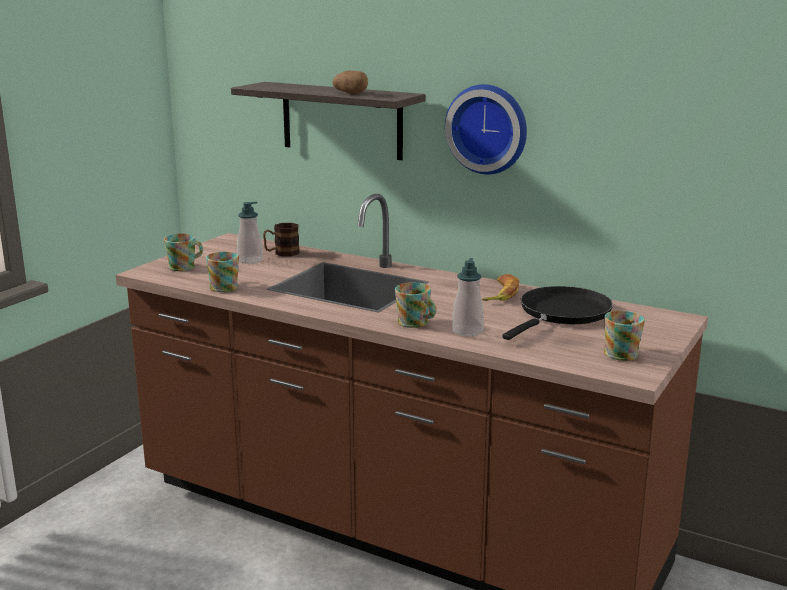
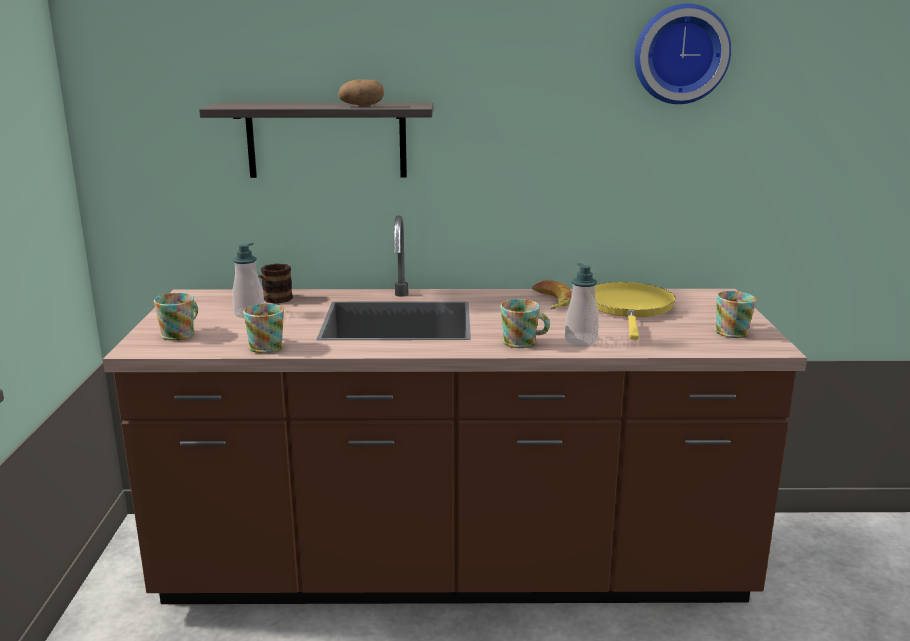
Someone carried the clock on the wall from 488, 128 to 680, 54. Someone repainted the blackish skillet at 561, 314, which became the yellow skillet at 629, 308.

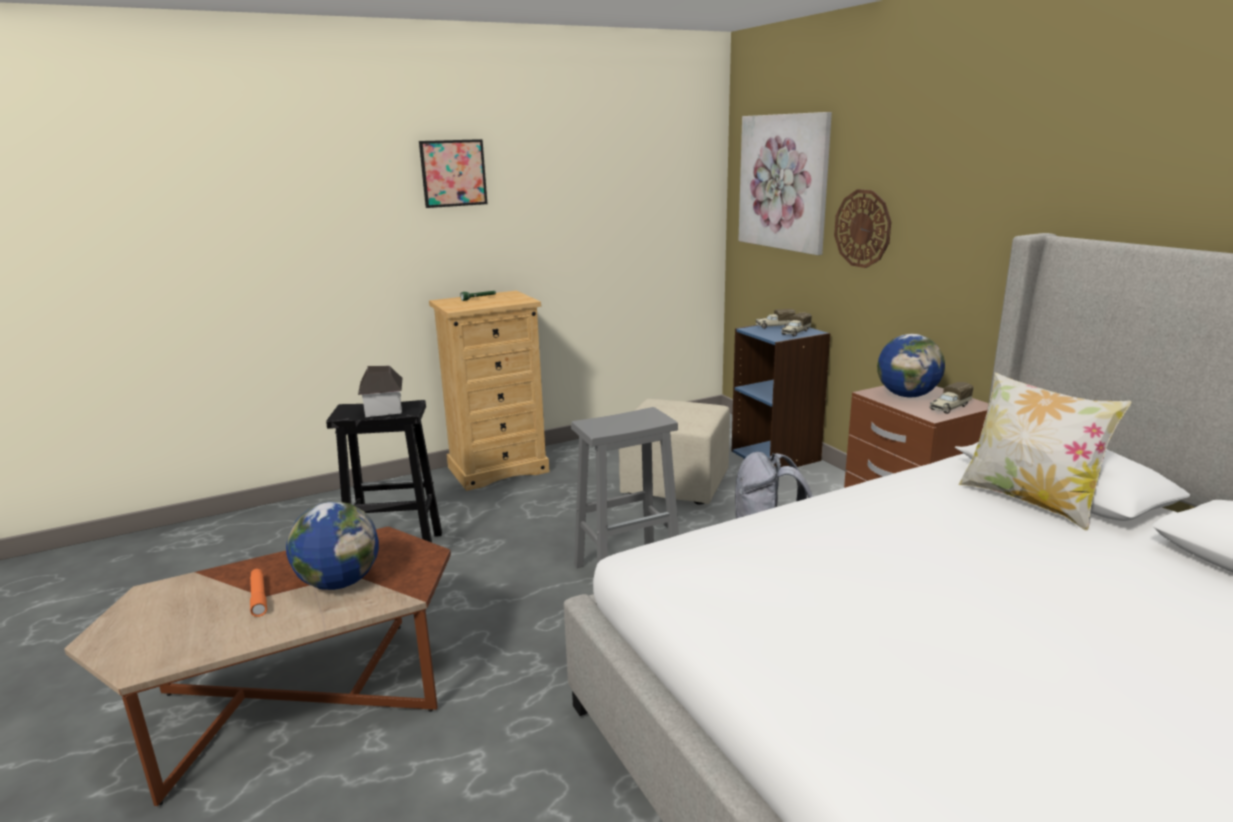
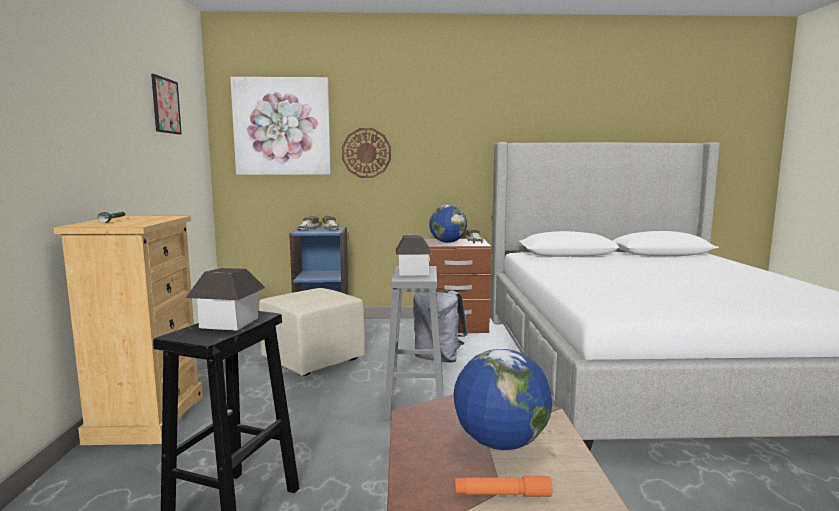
Someone carried the wall art from 453, 173 to 166, 105. Someone took away the throw pillow at 1029, 500. Someone put down the miniature house at 413, 272.

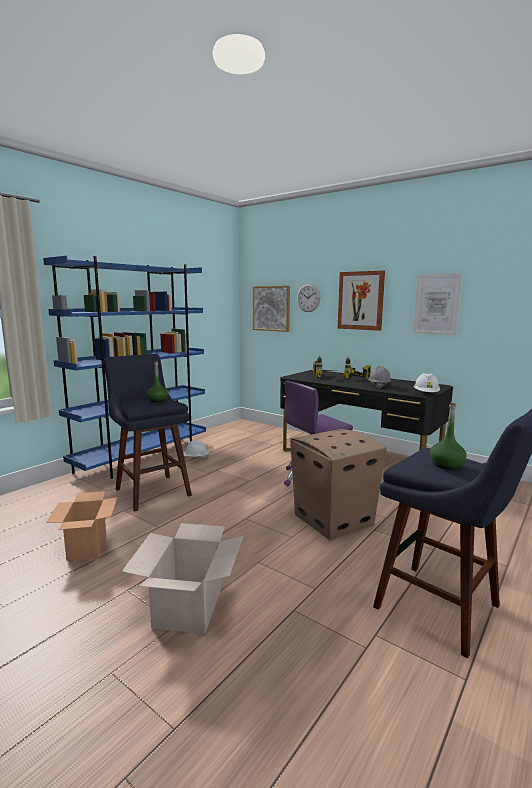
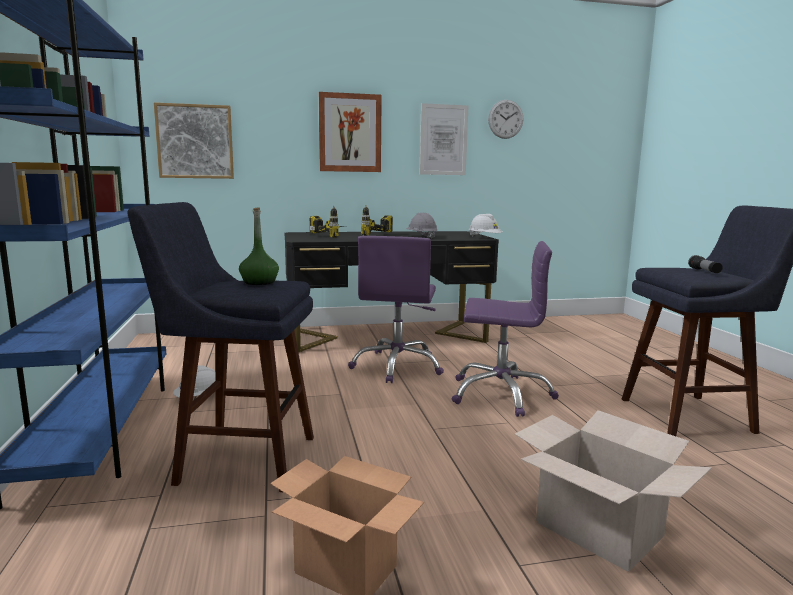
Someone swapped the cardboard box at 332, 520 for the purple office chair at 500, 394. Someone carried the clock on the wall from 308, 298 to 505, 119. Someone swapped the green beverage bottle at 447, 465 for the flashlight at 704, 271.

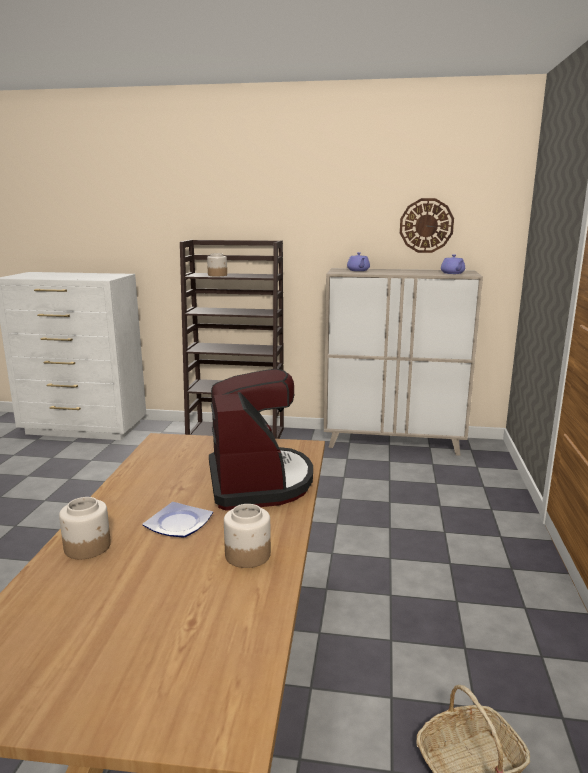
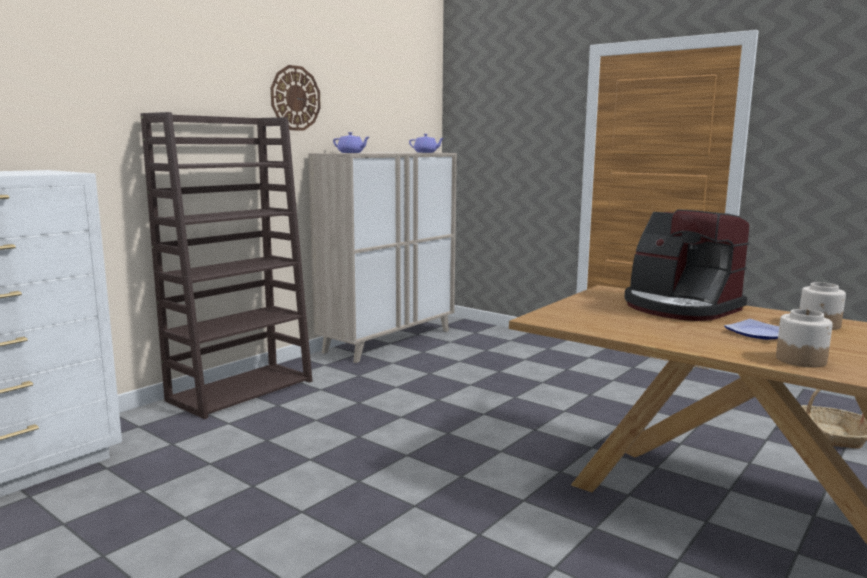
Someone took away the preserve jar at 217, 275. Someone rotated the coffee brewer at 259, 482 by 150 degrees counterclockwise. Someone carried the clock on the wall from 426, 225 to 295, 98.

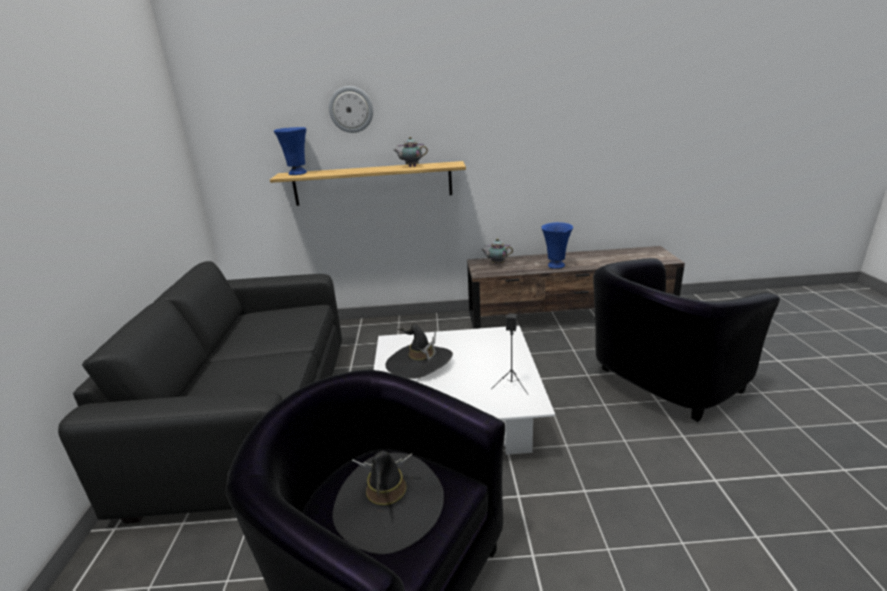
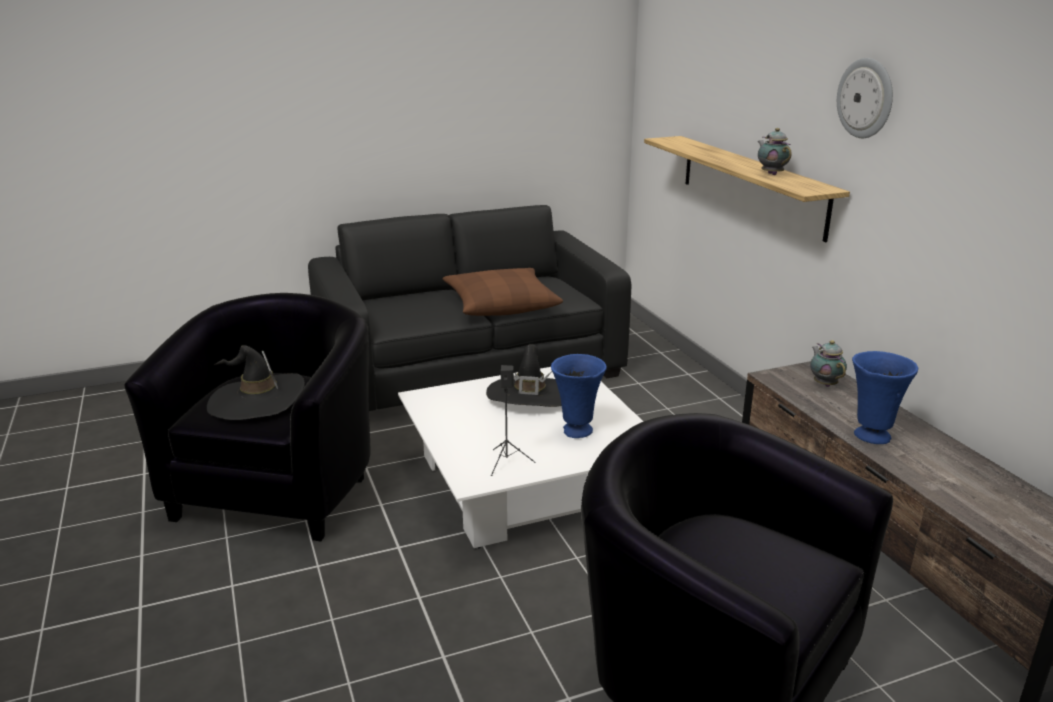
Someone carried the bluish flower vase from 298, 173 to 576, 431. Someone carried the clock on the wall from 351, 109 to 866, 98. Someone put down the brown throw pillow at 501, 304.

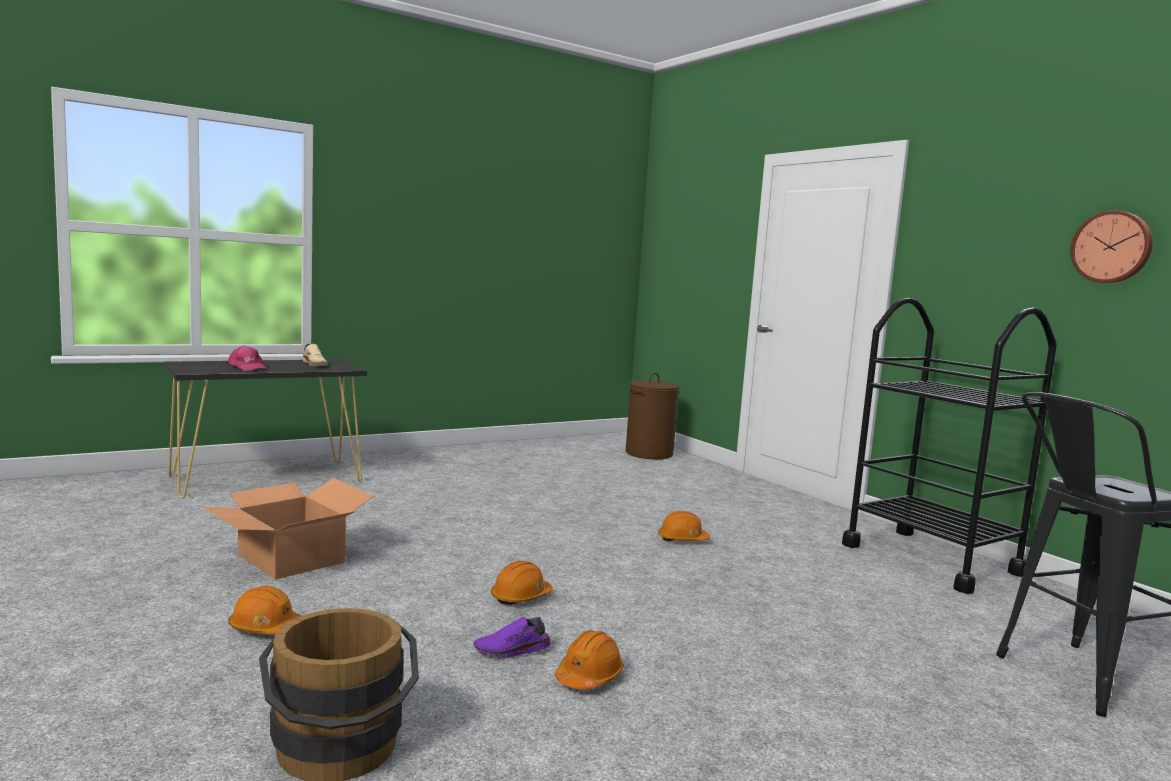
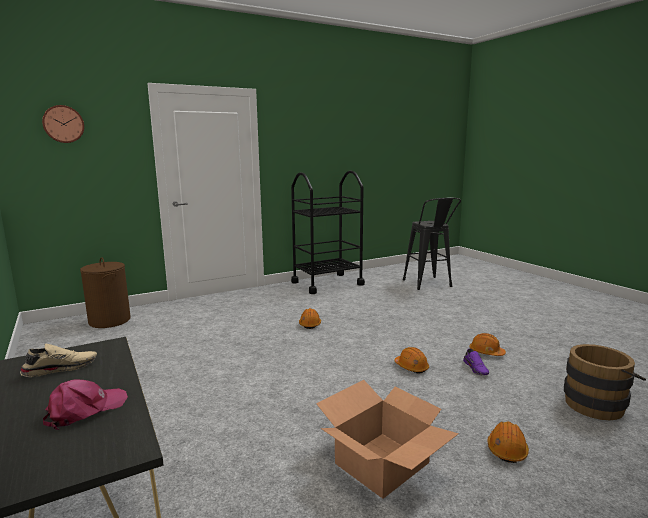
Someone carried the clock on the wall from 1112, 247 to 63, 124.

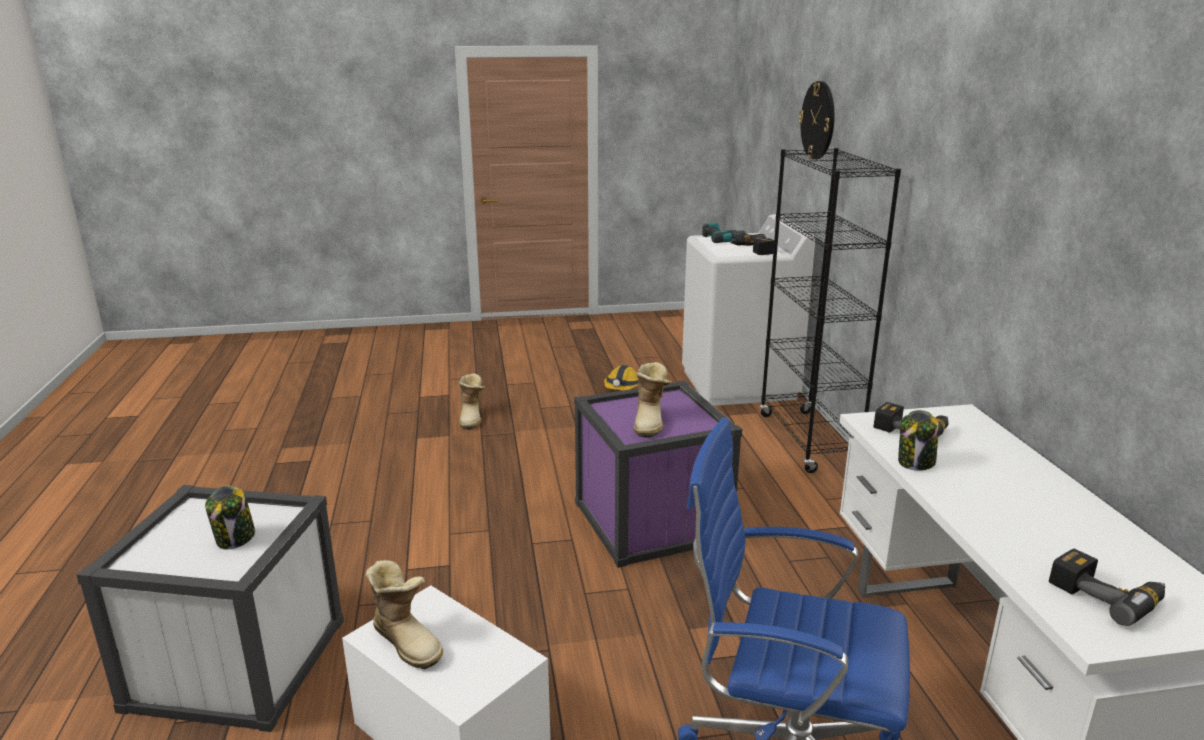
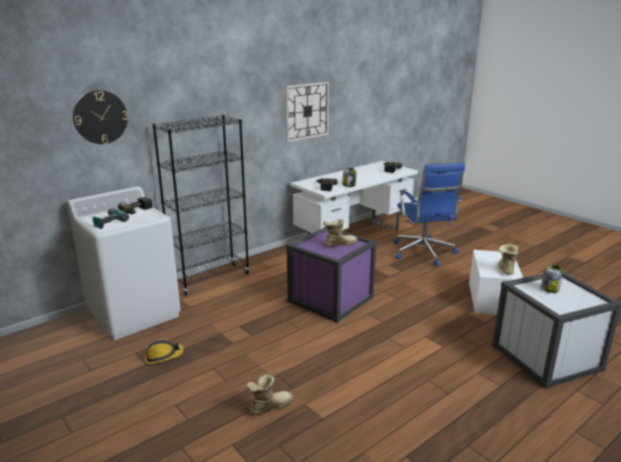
Someone put up the clock on the wall at 307, 111.

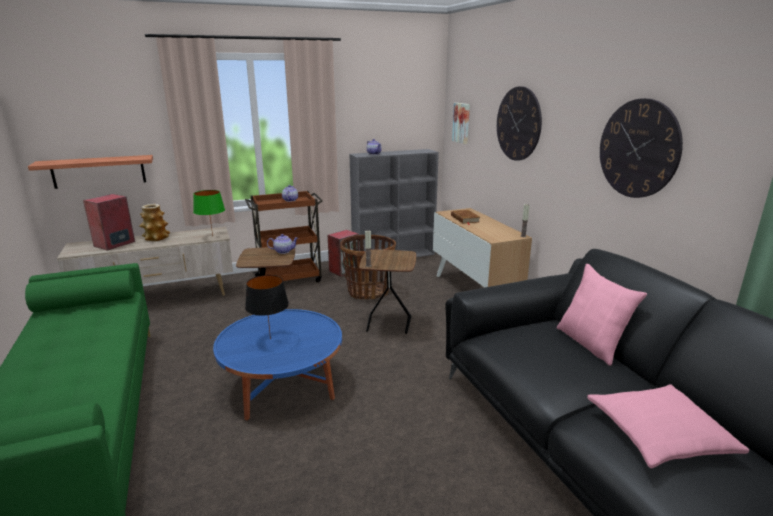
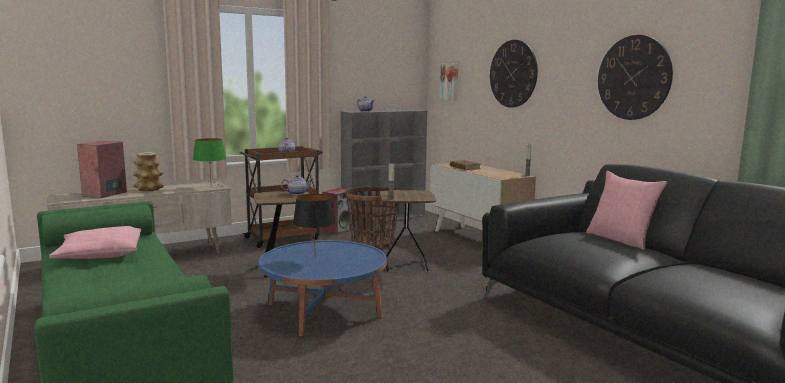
Someone took away the bracket shelf at 99, 171. Someone carried the pink throw pillow from 658, 434 to 99, 253.

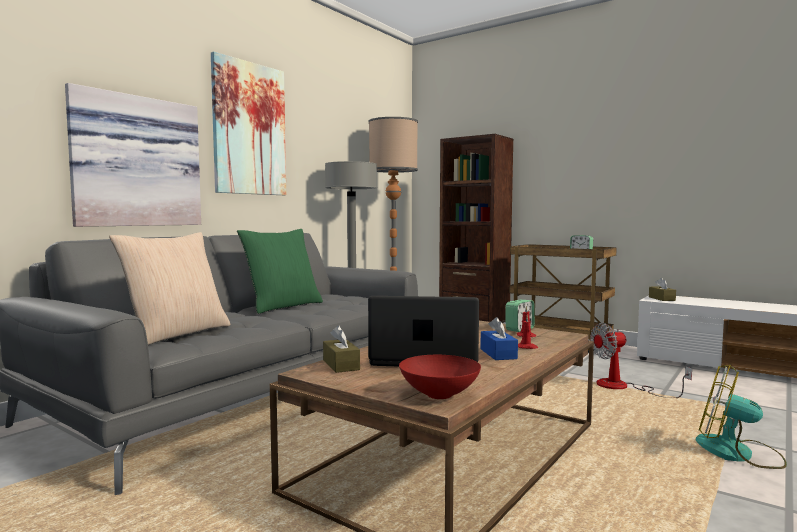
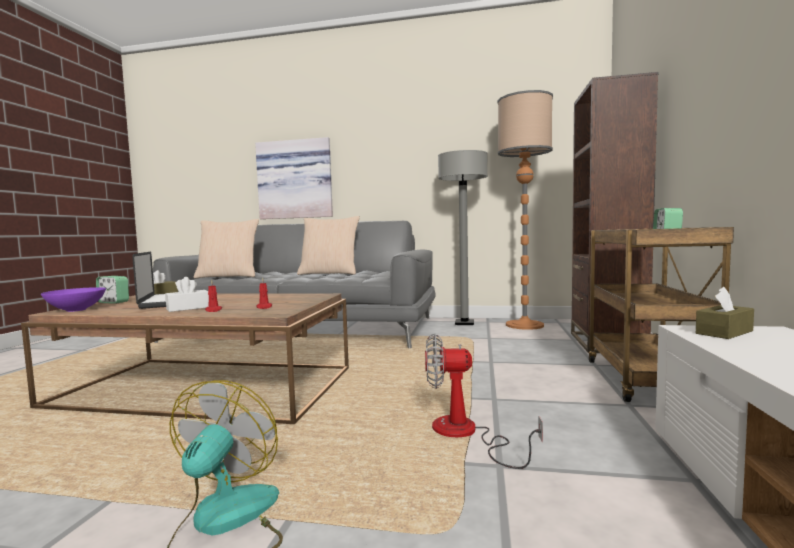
Someone took away the wall art at 249, 129. Someone repainted the green throw pillow at 282, 306, which became the sand-coloured throw pillow at 329, 273. Someone repainted the red-coloured serving bowl at 440, 394, which became the purple serving bowl at 77, 310. Someone repainted the bluish box of tissues at 498, 354, which became the white-coloured box of tissues at 188, 308. Someone carried the alarm clock from 519, 329 to 113, 302. Someone rotated the electric fan at 623, 387 by 45 degrees counterclockwise.

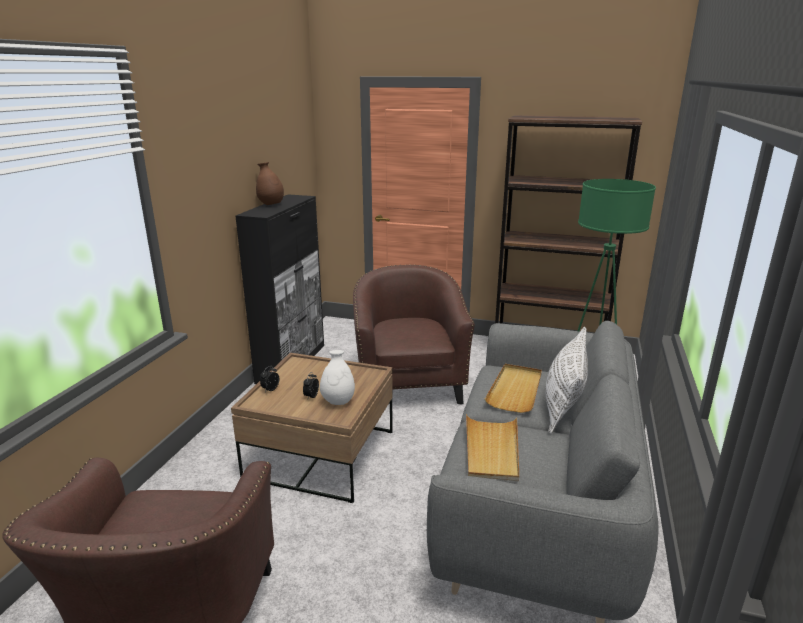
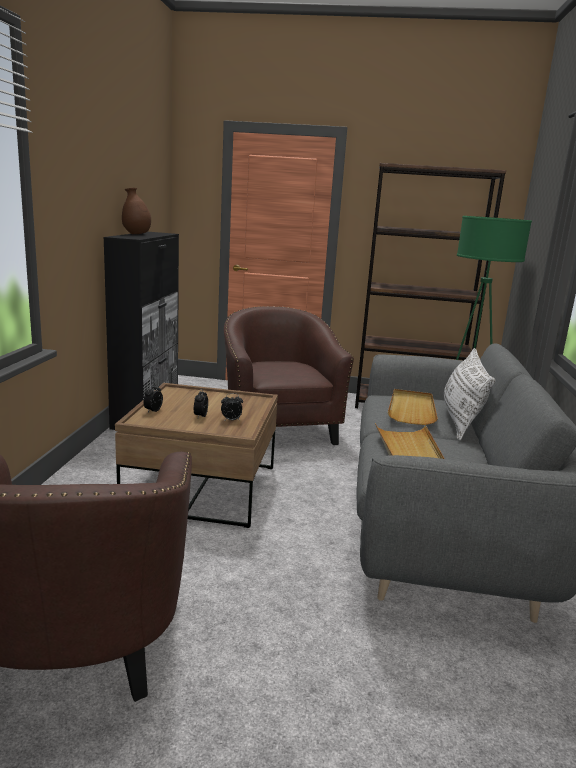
Someone swapped the white-coloured flower vase at 338, 402 for the alarm clock at 231, 420.

